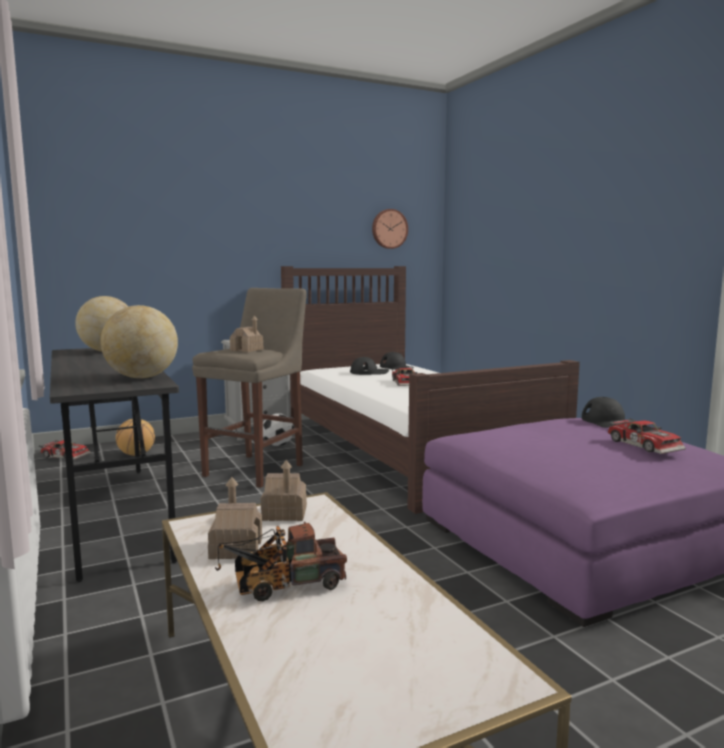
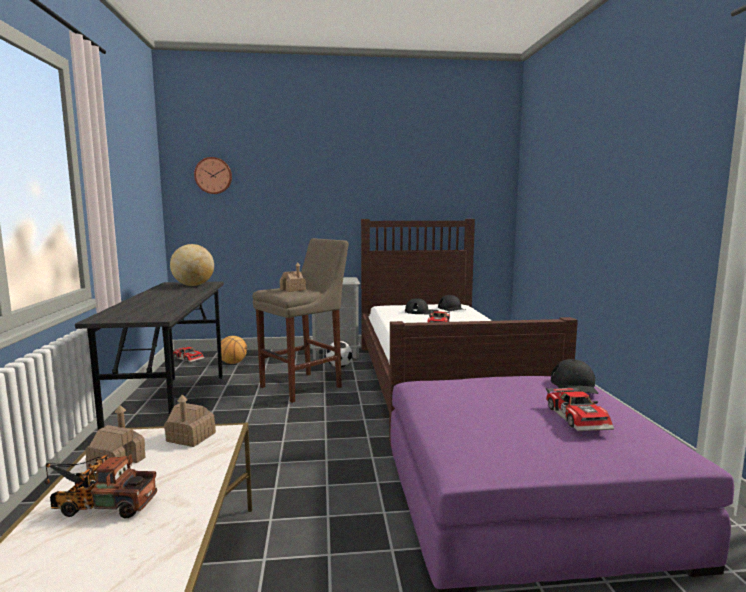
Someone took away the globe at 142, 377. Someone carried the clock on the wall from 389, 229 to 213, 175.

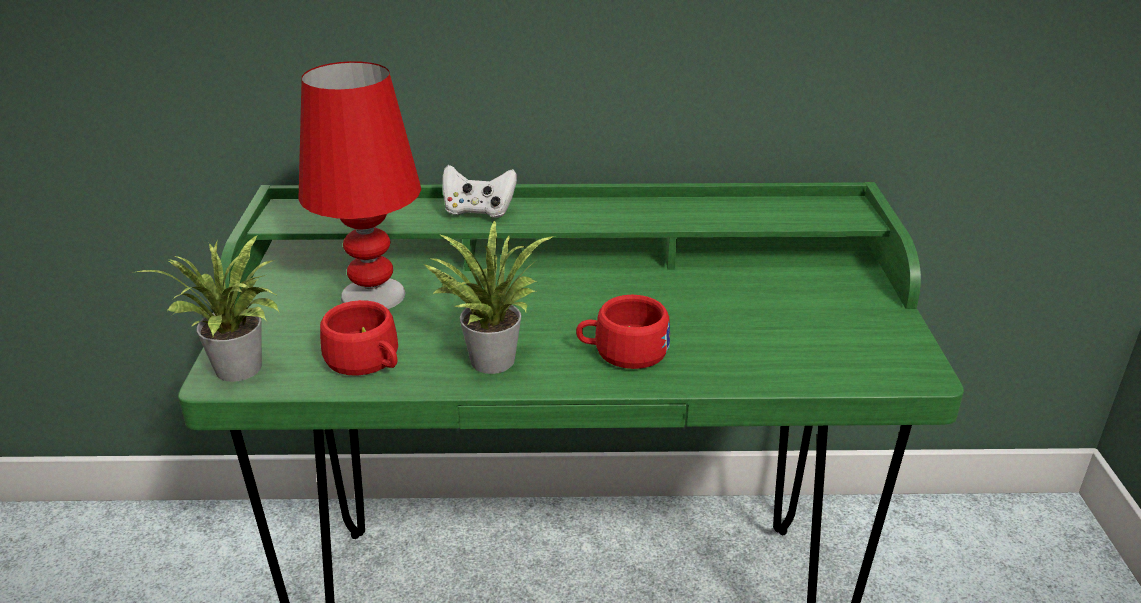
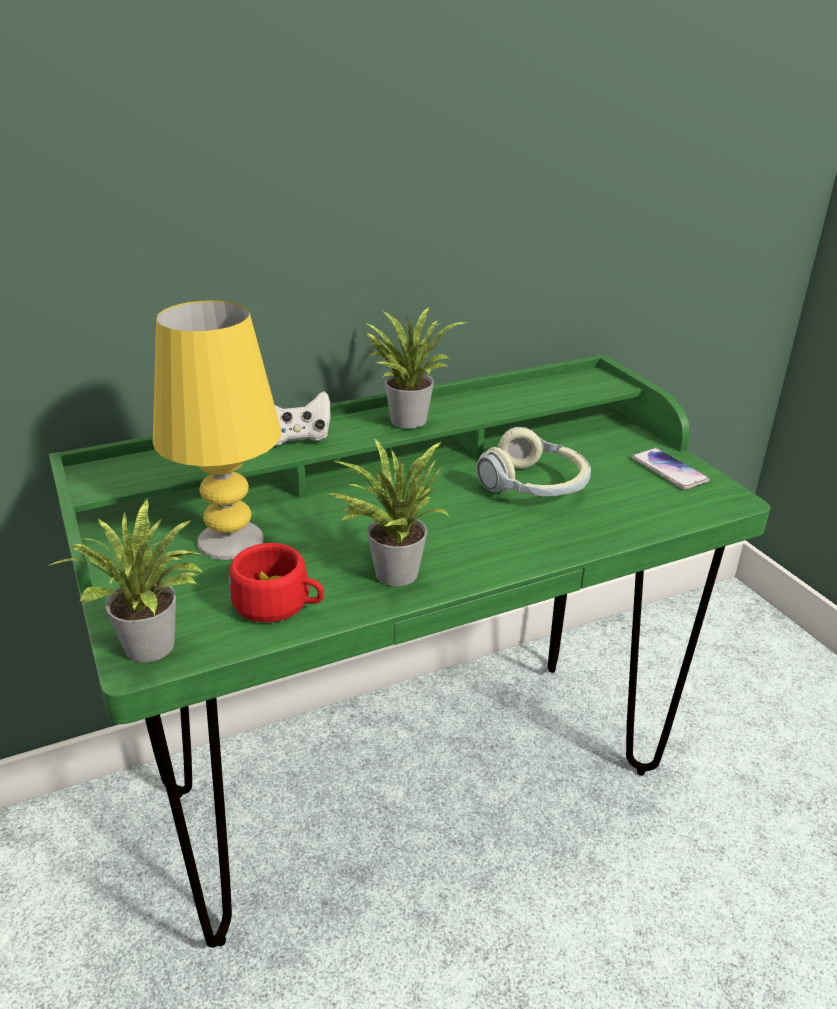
Someone repainted the red-coloured tabletop lamp at 372, 295, which became the yellow tabletop lamp at 229, 540. Someone took away the red-coloured cup at 622, 352. Someone put down the houseplant at 407, 418. Someone put down the pair of headphones at 535, 486. Someone put down the handset at 668, 470.

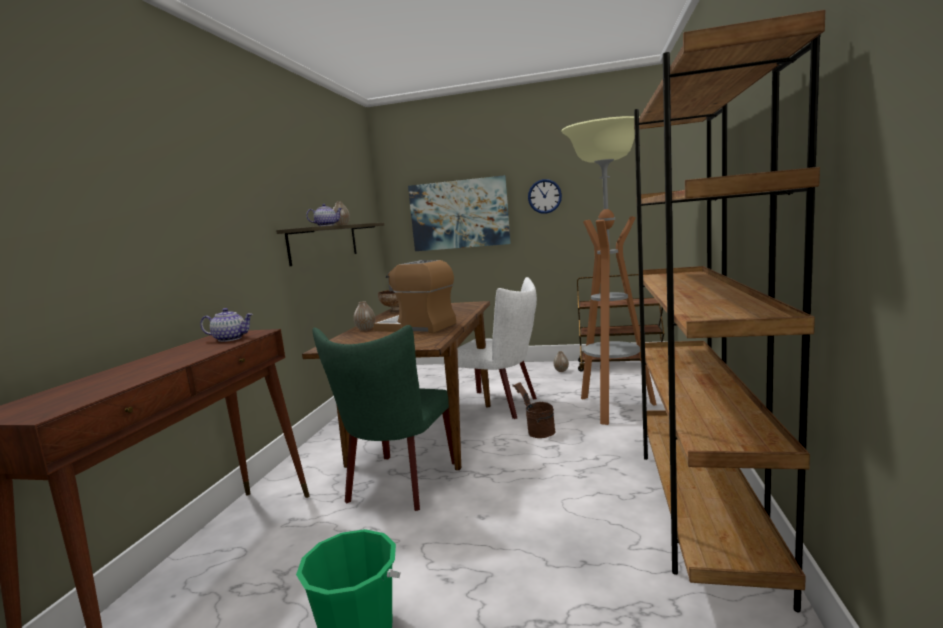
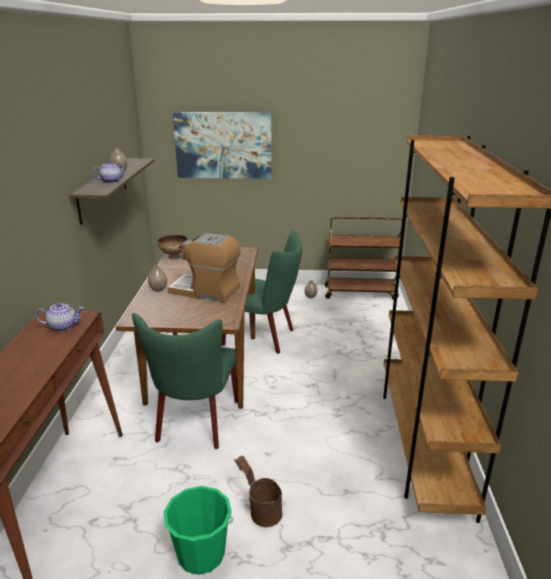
Someone repainted the white-coloured upright chair at 500, 405, which became the green upright chair at 263, 337. Someone carried the brown bucket from 537, 431 to 261, 511. Someone took away the clock on the wall at 544, 196. Someone took away the floor lamp at 613, 408.

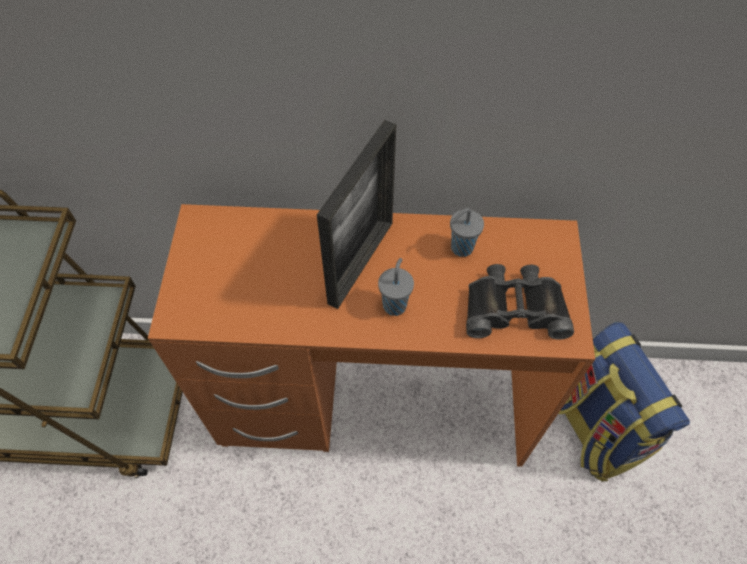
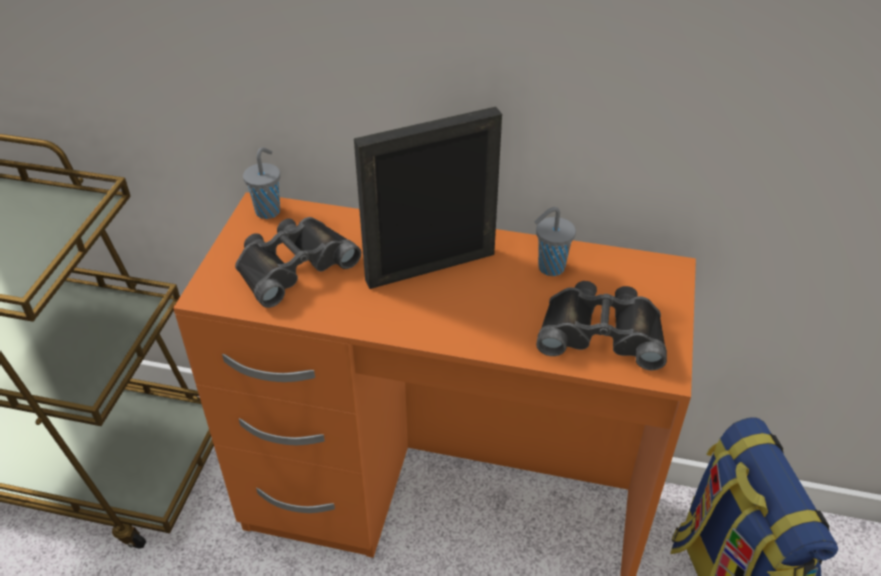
Someone rotated the picture frame at 361, 262 by 150 degrees counterclockwise. Someone carried the grey cup from 395, 304 to 269, 210. Someone put down the blackish field glasses at 293, 265.

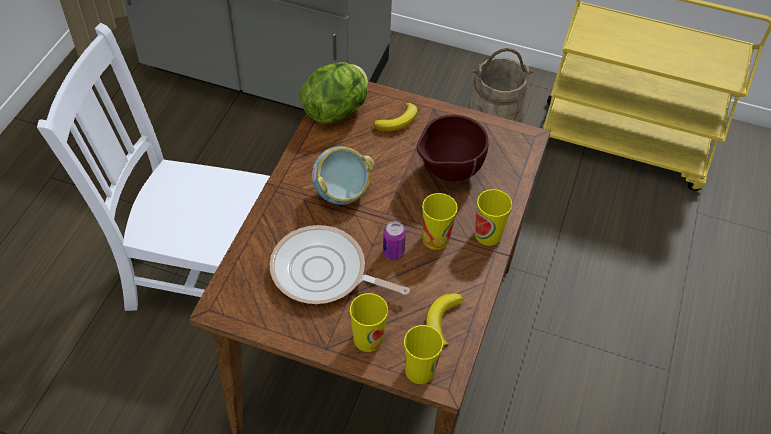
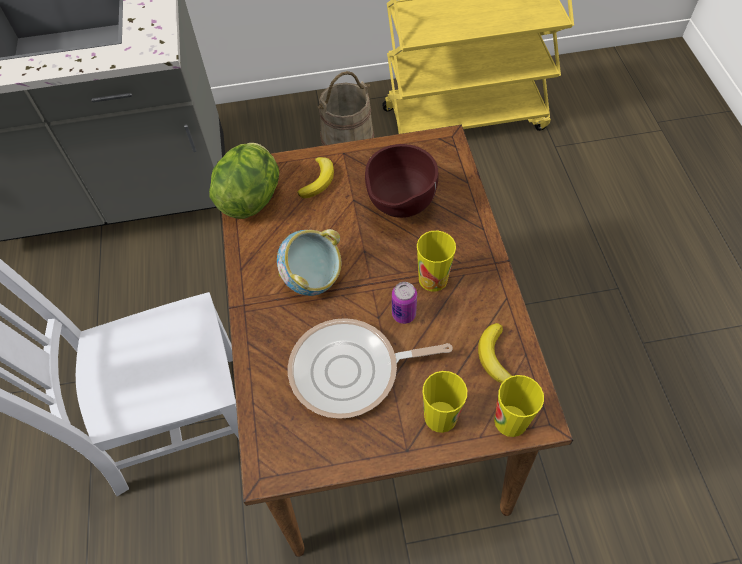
Someone took away the cup at 488, 234.

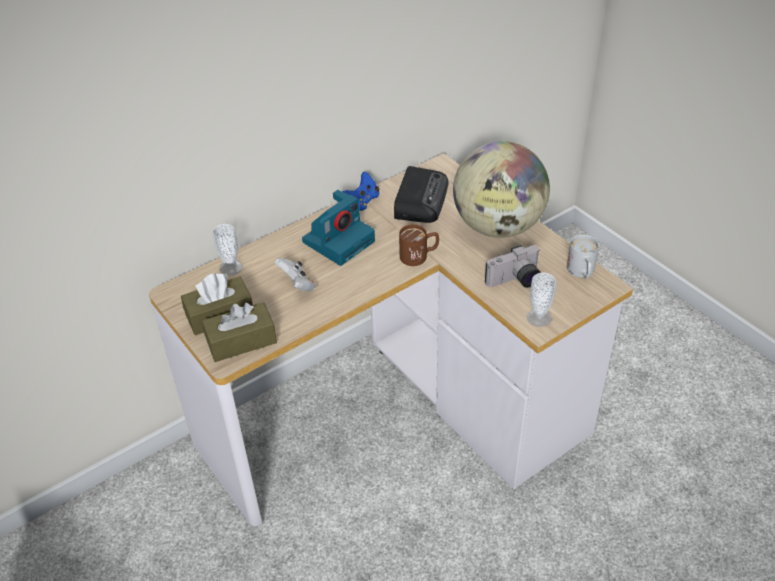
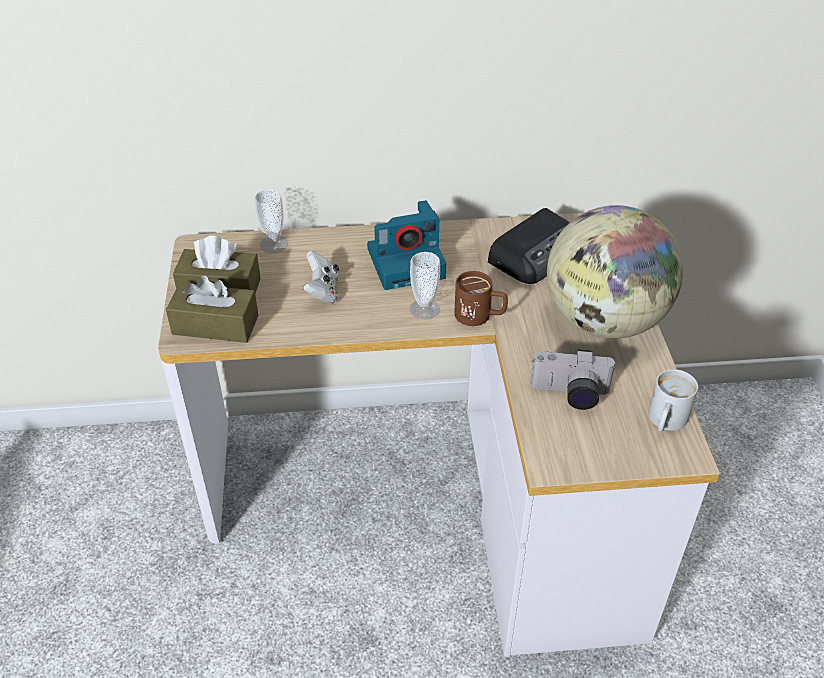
Someone took away the bluish joypad at 362, 202. Someone carried the cup from 539, 318 to 424, 309.

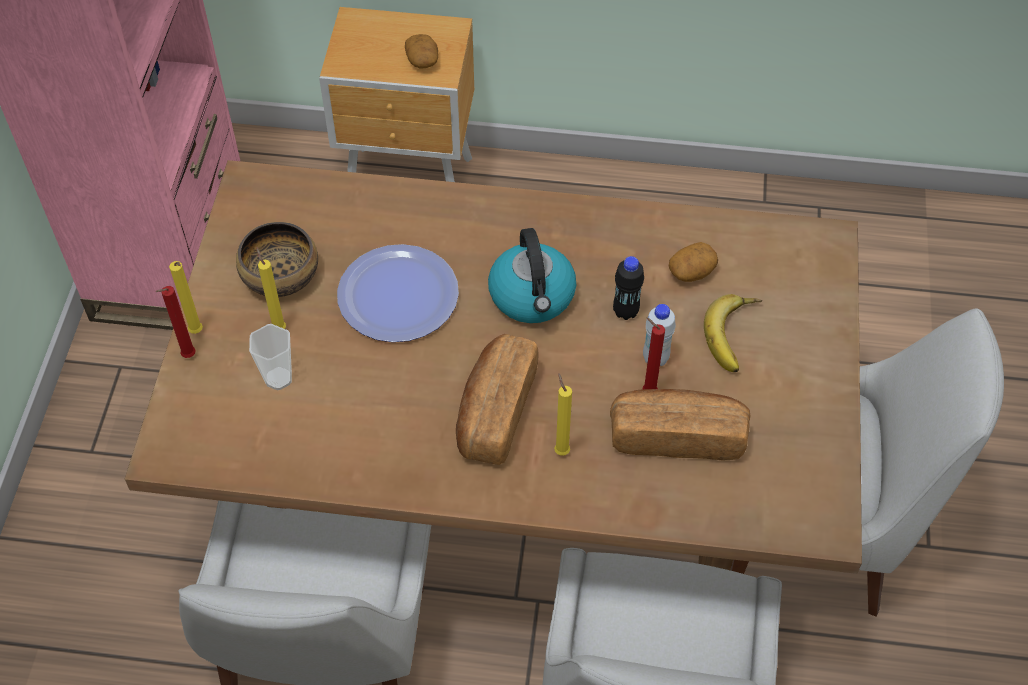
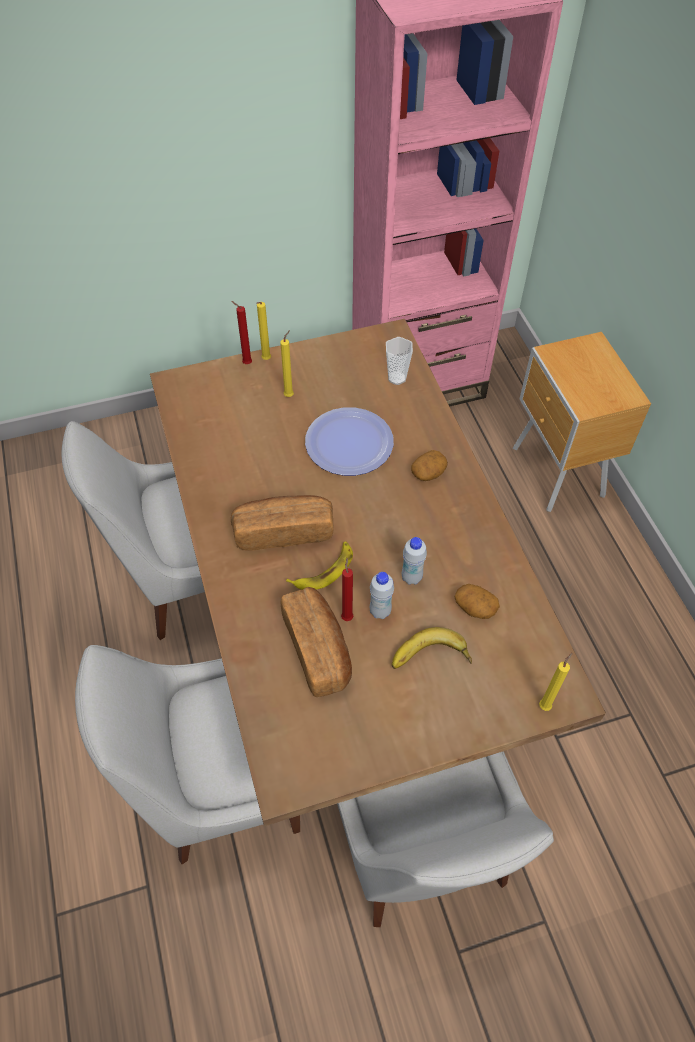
Someone took away the serving bowl at 279, 275. Someone carried the cup from 278, 378 to 396, 378. Someone carried the potato from 422, 60 to 428, 473. Someone took away the kettle at 533, 296. Someone carried the yellow wax light from 560, 450 to 545, 705. Someone repainted the blackish beverage bottle at 625, 311, which became the white-coloured beverage bottle at 411, 577. Someone put down the banana at 324, 570.

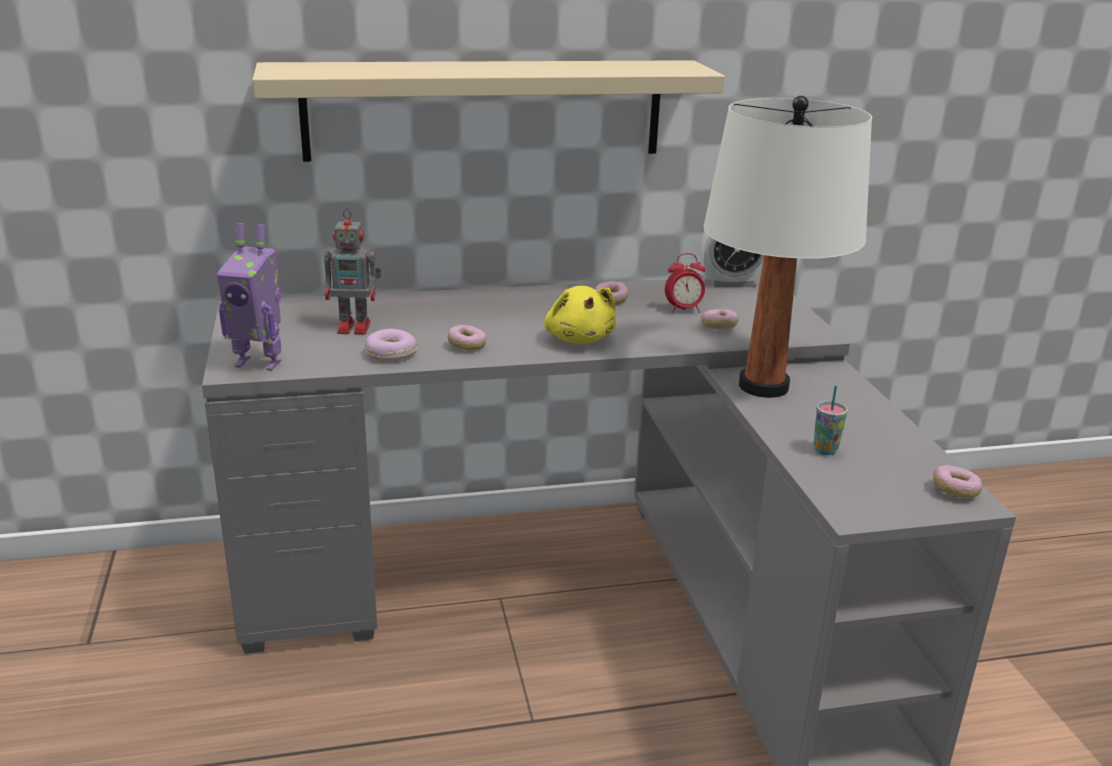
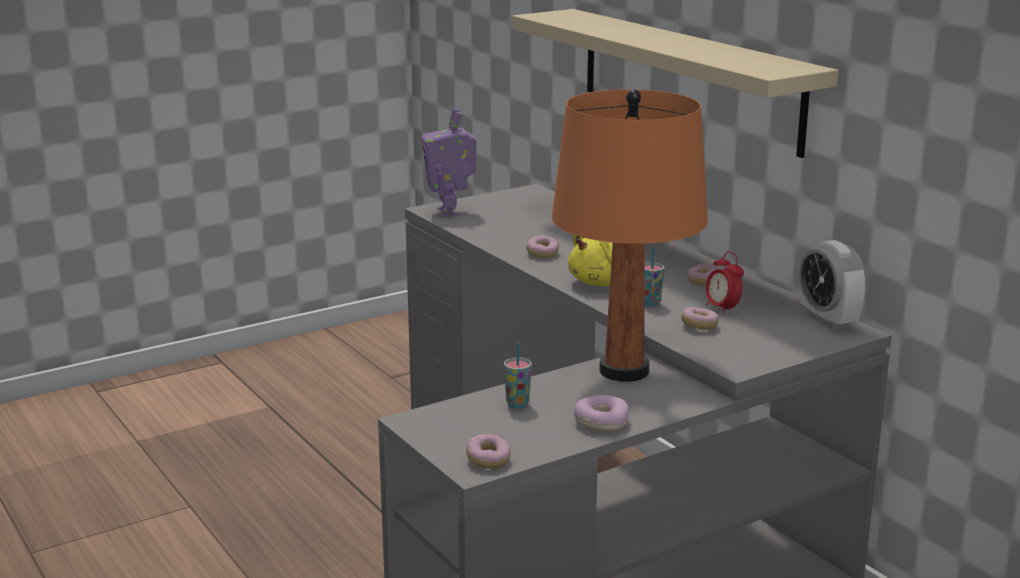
Someone took away the robot figure at 356, 327. Someone carried the ring doughnut from 390, 354 to 601, 422. Someone repainted the white-coloured tabletop lamp at 763, 386, which became the orange-coloured tabletop lamp at 624, 371. Someone put down the cup at 650, 303.

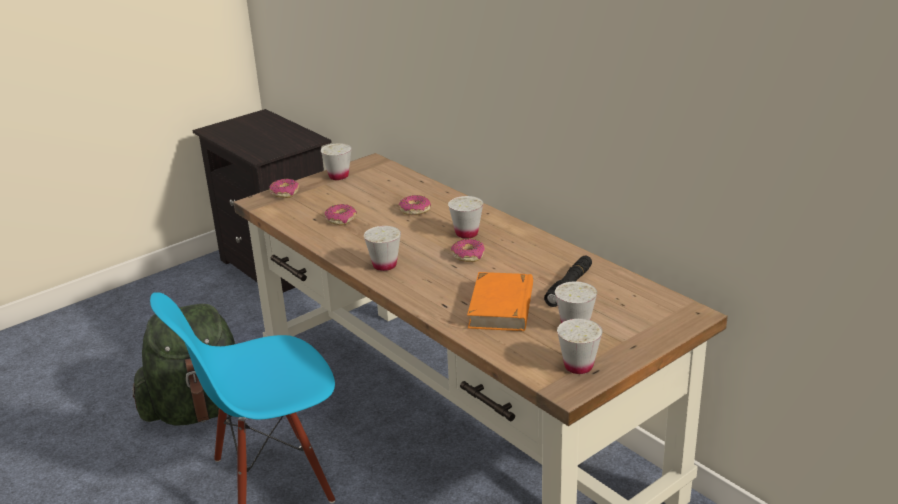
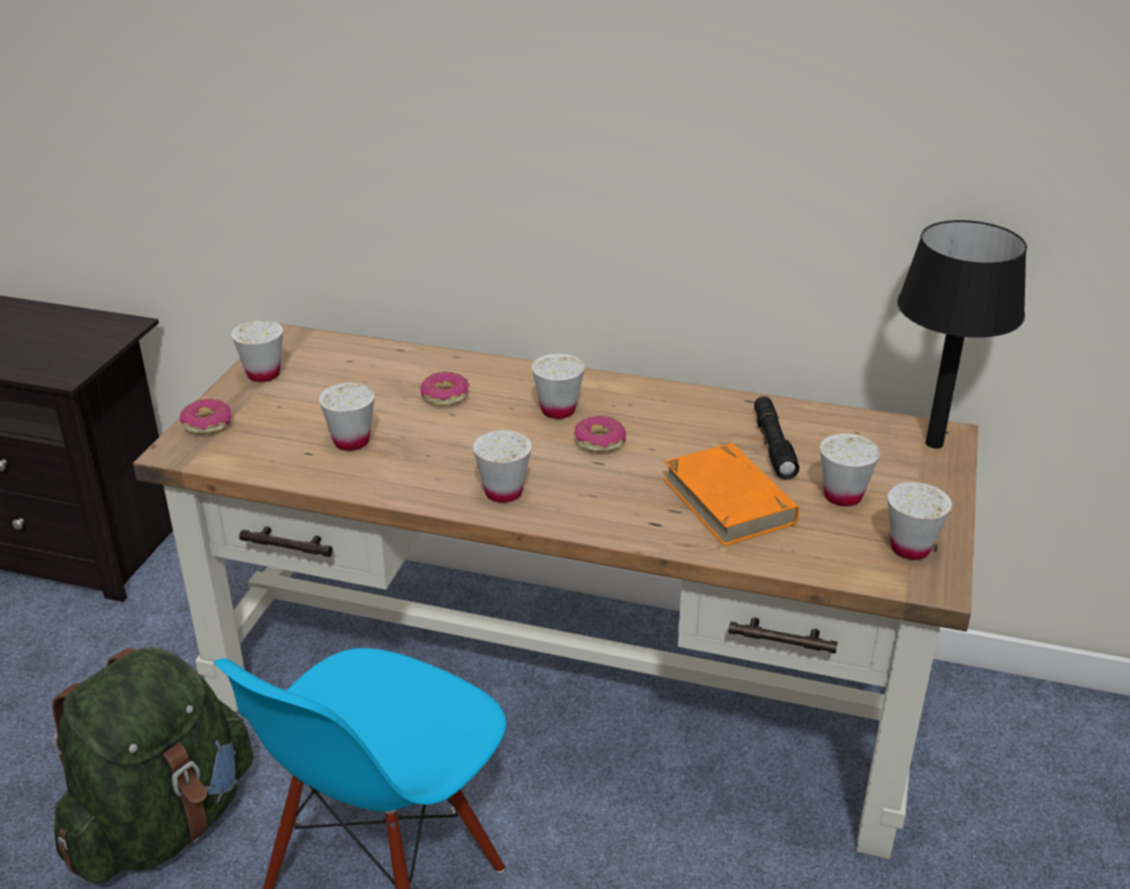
Someone swapped the ring doughnut at 341, 219 for the white-coloured cup at 351, 442. Someone put down the blackish tabletop lamp at 935, 443.

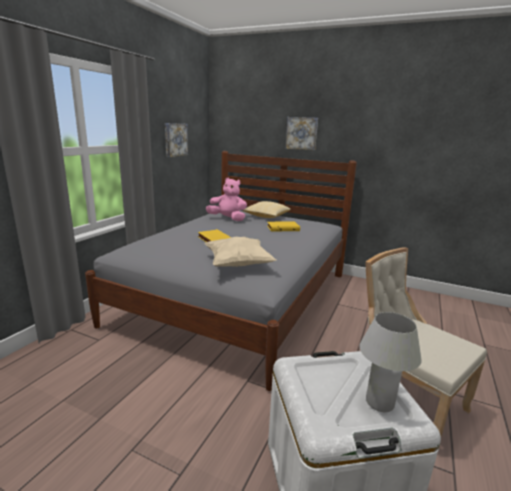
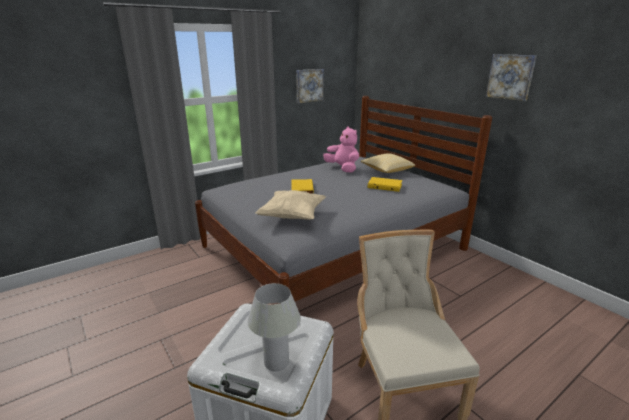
Someone carried the wall art from 301, 133 to 511, 77.

